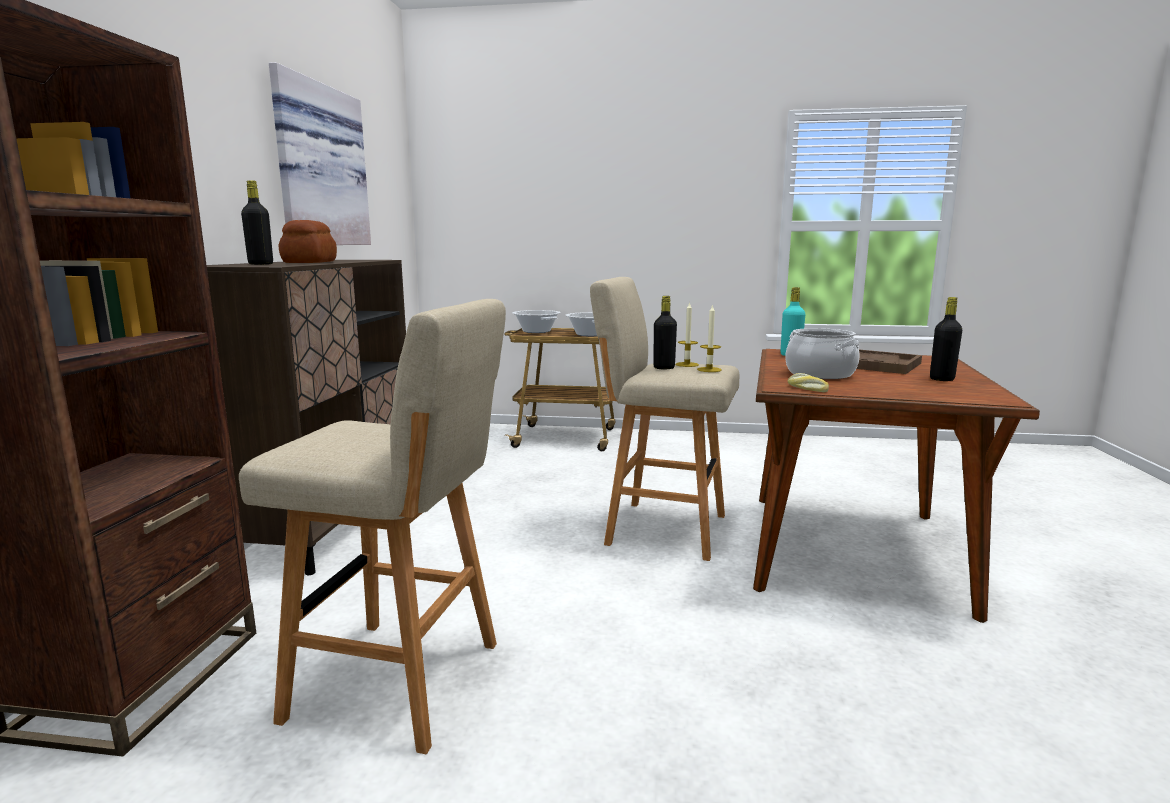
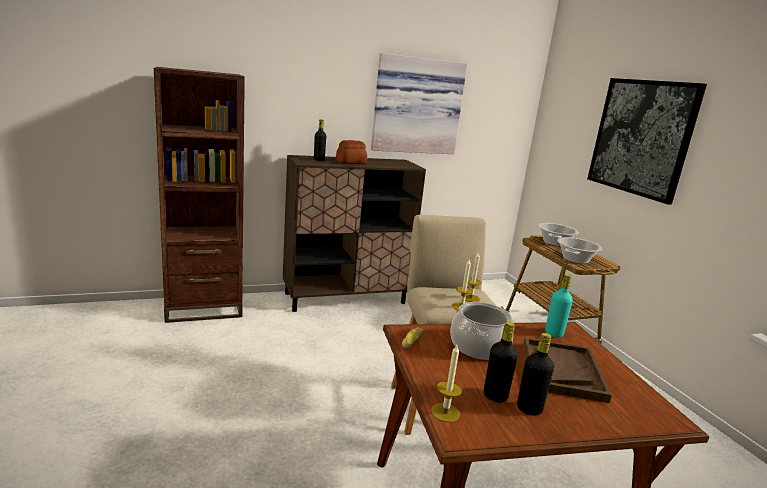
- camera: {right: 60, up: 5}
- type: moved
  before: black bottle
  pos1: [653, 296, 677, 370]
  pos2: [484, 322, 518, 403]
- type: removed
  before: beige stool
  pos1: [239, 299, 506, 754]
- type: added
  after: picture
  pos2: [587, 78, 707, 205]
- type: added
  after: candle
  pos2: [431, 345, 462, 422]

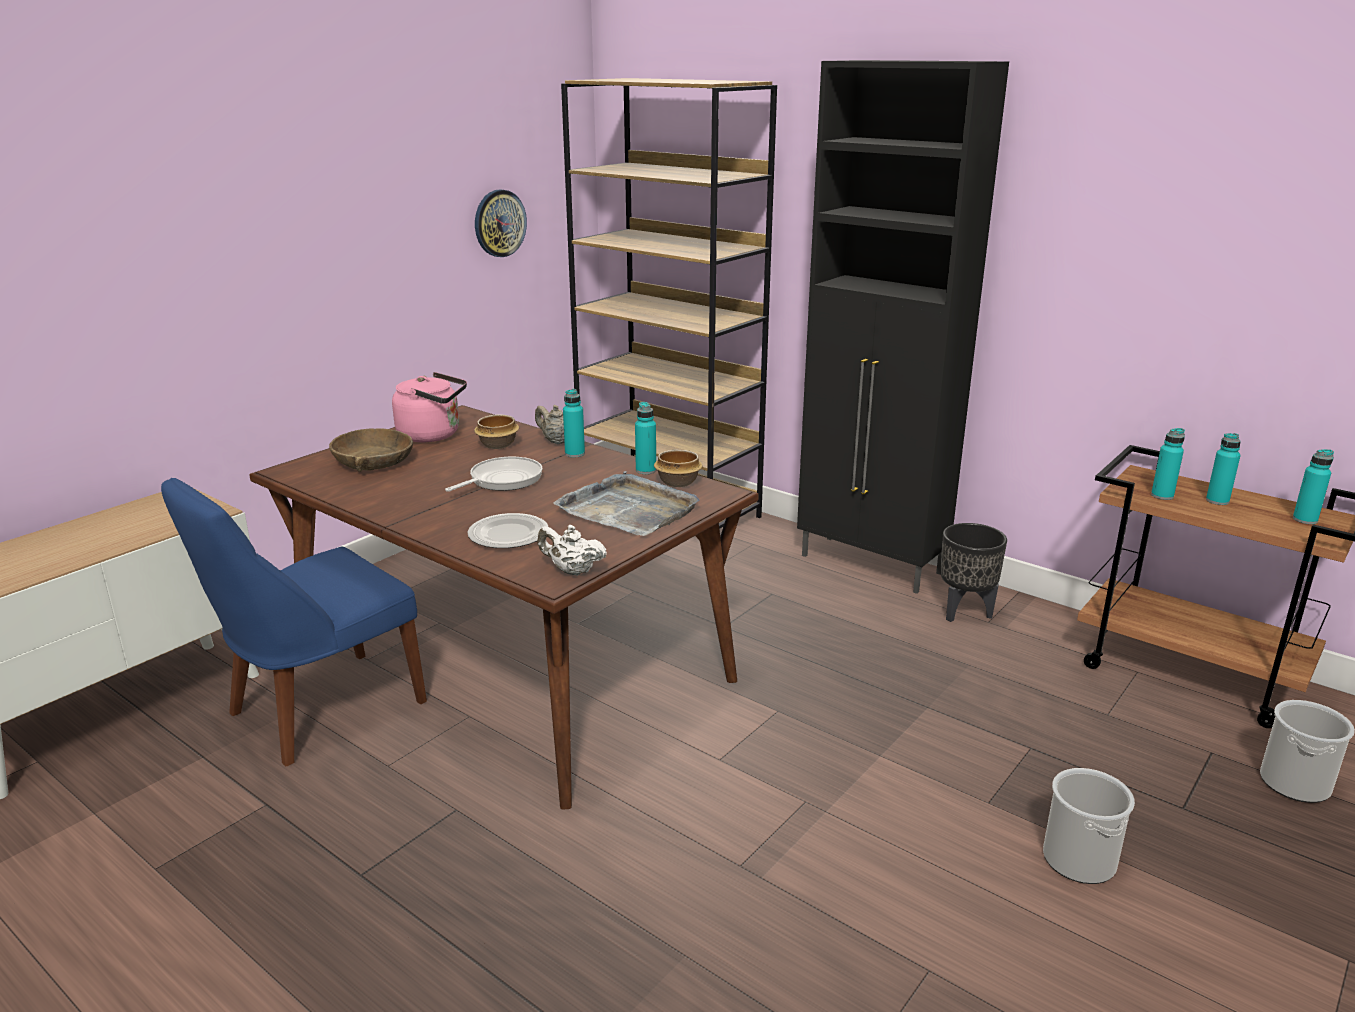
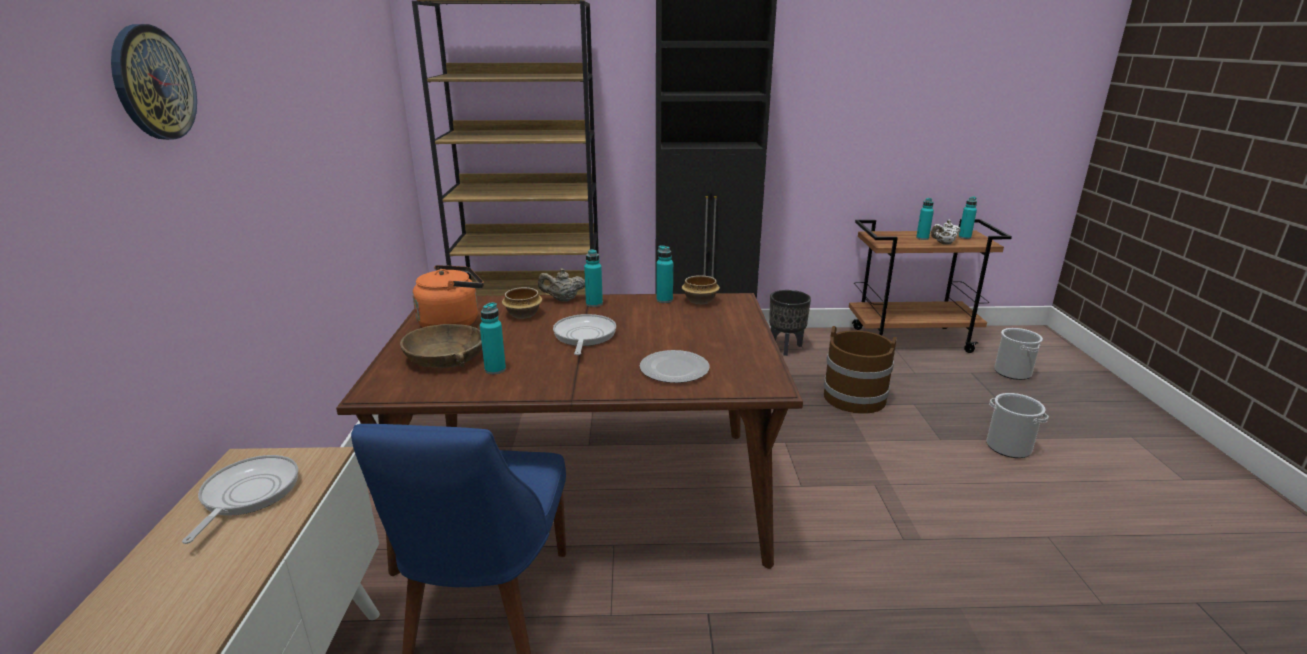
- camera: {right: -40, up: 0}
- type: moved
  before: wall clock
  pos1: [475, 189, 527, 257]
  pos2: [111, 24, 197, 140]
- type: recoloured
  before: pink kettle
  after: orange kettle
  pos1: [392, 372, 467, 442]
  pos2: [413, 265, 484, 328]
- type: moved
  before: turquoise bottle
  pos1: [1151, 428, 1185, 500]
  pos2: [480, 302, 506, 374]
- type: removed
  before: grey tray
  pos1: [554, 471, 700, 536]
- type: moved
  before: white teapot
  pos1: [537, 525, 607, 576]
  pos2: [931, 220, 960, 245]
- type: added
  after: brown bucket
  pos2: [824, 326, 897, 414]
- type: added
  after: frying pan
  pos2: [182, 455, 298, 544]

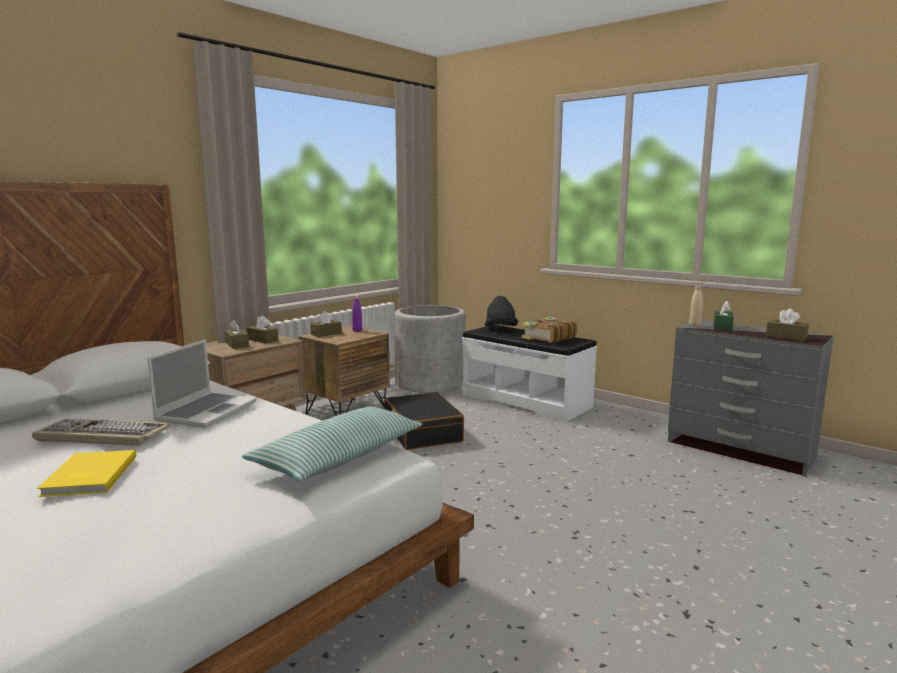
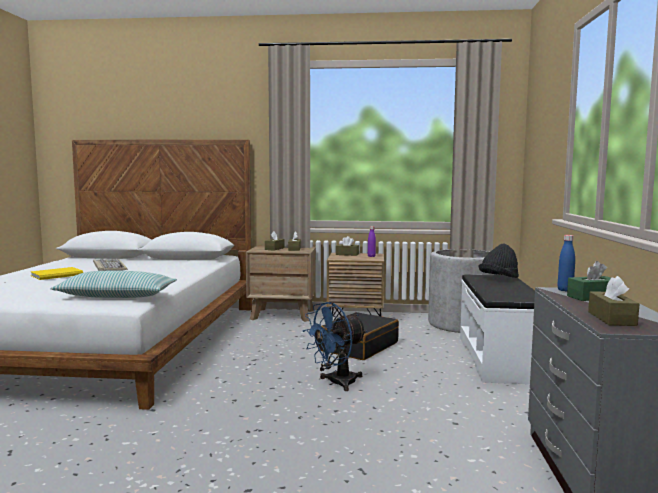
- camera: {right: 55, up: -5}
- type: recoloured
  before: beige bottle
  after: blue bottle
  pos1: [689, 284, 703, 327]
  pos2: [557, 235, 575, 292]
- type: removed
  before: book
  pos1: [522, 317, 577, 343]
- type: removed
  before: laptop
  pos1: [147, 339, 257, 428]
- type: added
  after: blue fan
  pos2: [303, 302, 367, 391]

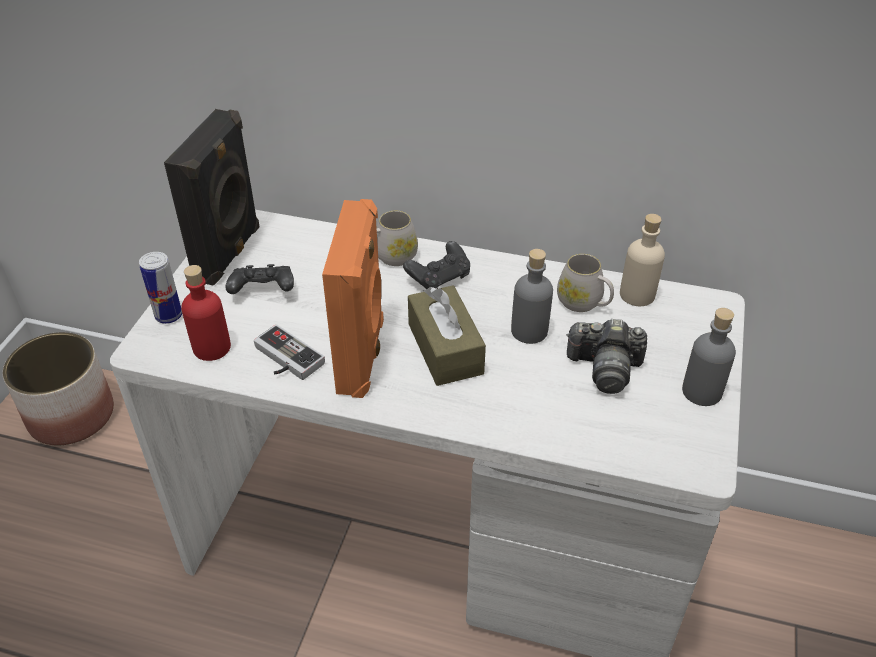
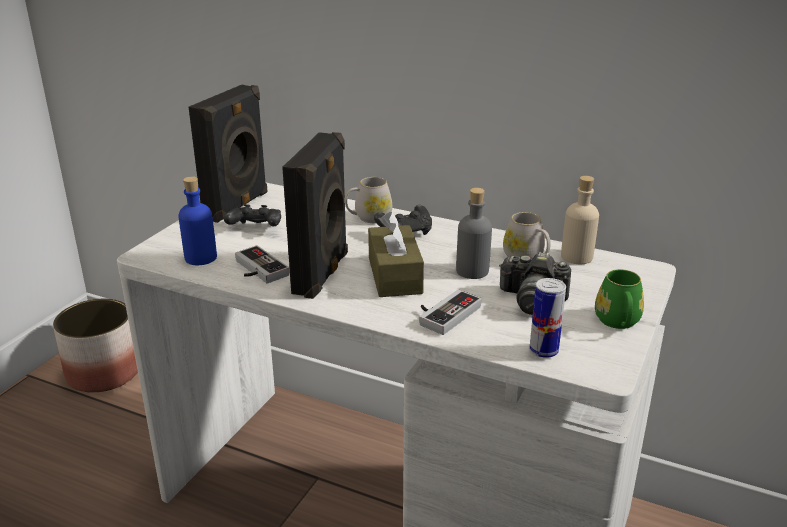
- camera: {right: 10, up: -15}
- type: recoloured
  before: orange speaker
  after: black speaker
  pos1: [322, 199, 384, 398]
  pos2: [282, 132, 348, 299]
- type: moved
  before: can
  pos1: [139, 252, 182, 324]
  pos2: [529, 278, 566, 358]
- type: recoloured
  before: red bottle
  after: blue bottle
  pos1: [181, 265, 231, 361]
  pos2: [178, 176, 217, 265]
- type: replaced
  before: grey bottle
  after: green mug
  pos1: [682, 308, 736, 406]
  pos2: [595, 269, 644, 329]
- type: added
  after: game controller
  pos2: [419, 289, 482, 335]

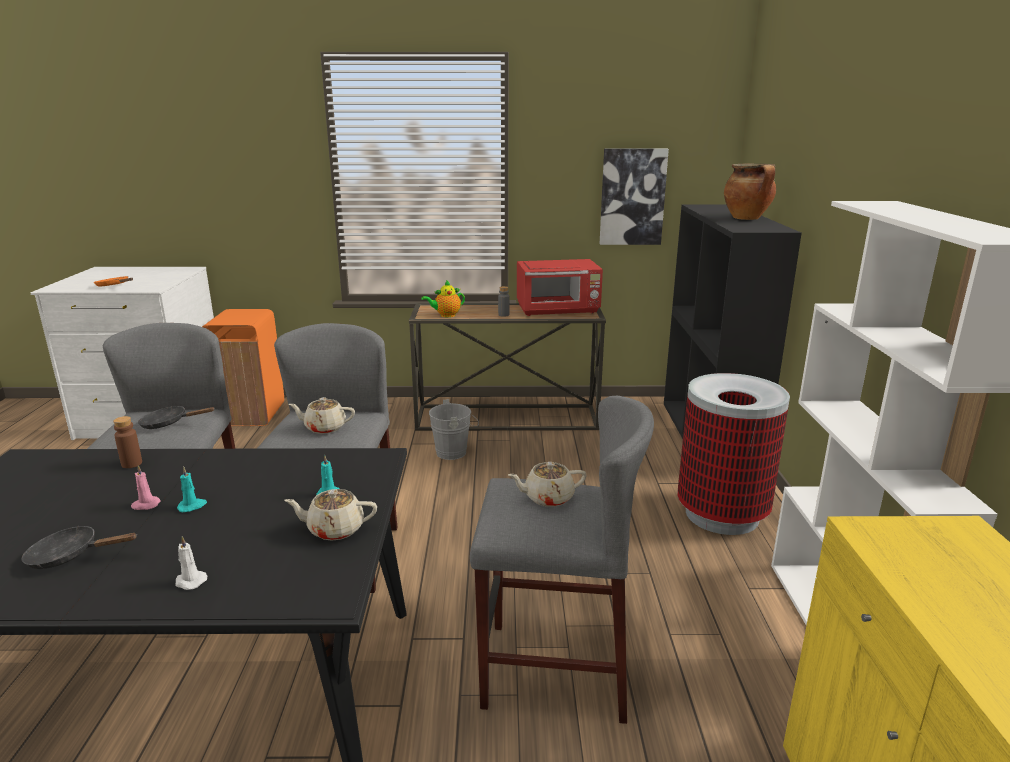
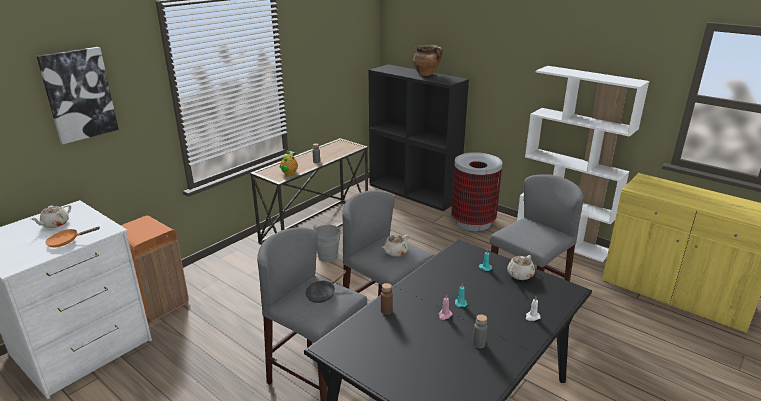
- camera: {right: -50, up: 5}
- type: moved
  before: picture
  pos1: [600, 149, 669, 245]
  pos2: [37, 47, 119, 144]
- type: removed
  before: red microwave
  pos1: [517, 259, 603, 316]
- type: moved
  before: beige teapot
  pos1: [508, 462, 587, 507]
  pos2: [31, 205, 71, 228]
- type: replaced
  before: black frying pan
  after: grey bottle
  pos1: [21, 526, 137, 569]
  pos2: [473, 314, 488, 348]

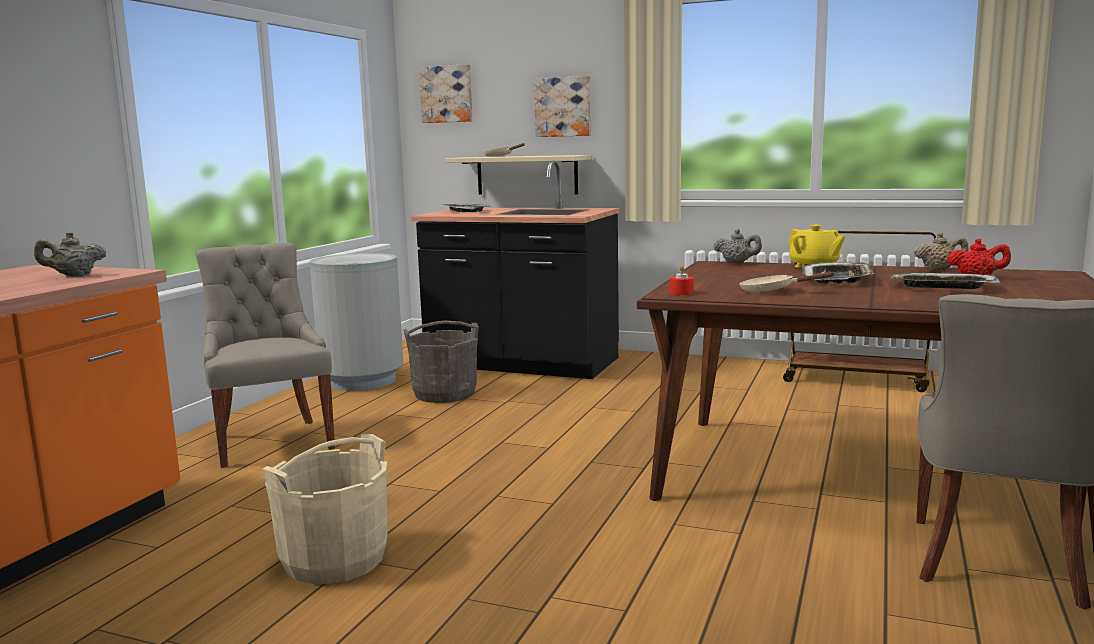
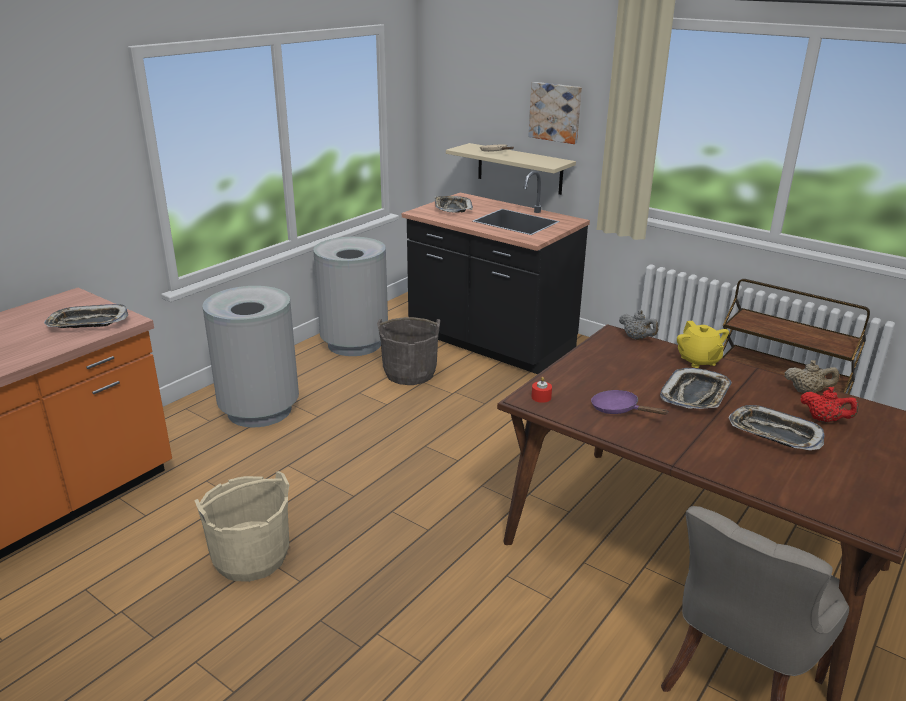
- camera: {right: 15, up: 15}
- type: removed
  before: picture
  pos1: [419, 64, 473, 123]
- type: replaced
  before: beige teapot
  after: tray
  pos1: [34, 232, 106, 277]
  pos2: [44, 304, 128, 328]
- type: replaced
  before: grey chair
  after: grey trash can
  pos1: [195, 243, 335, 468]
  pos2: [203, 286, 299, 427]
- type: recoloured
  before: beige frying pan
  after: purple frying pan
  pos1: [739, 272, 834, 292]
  pos2: [591, 390, 669, 415]

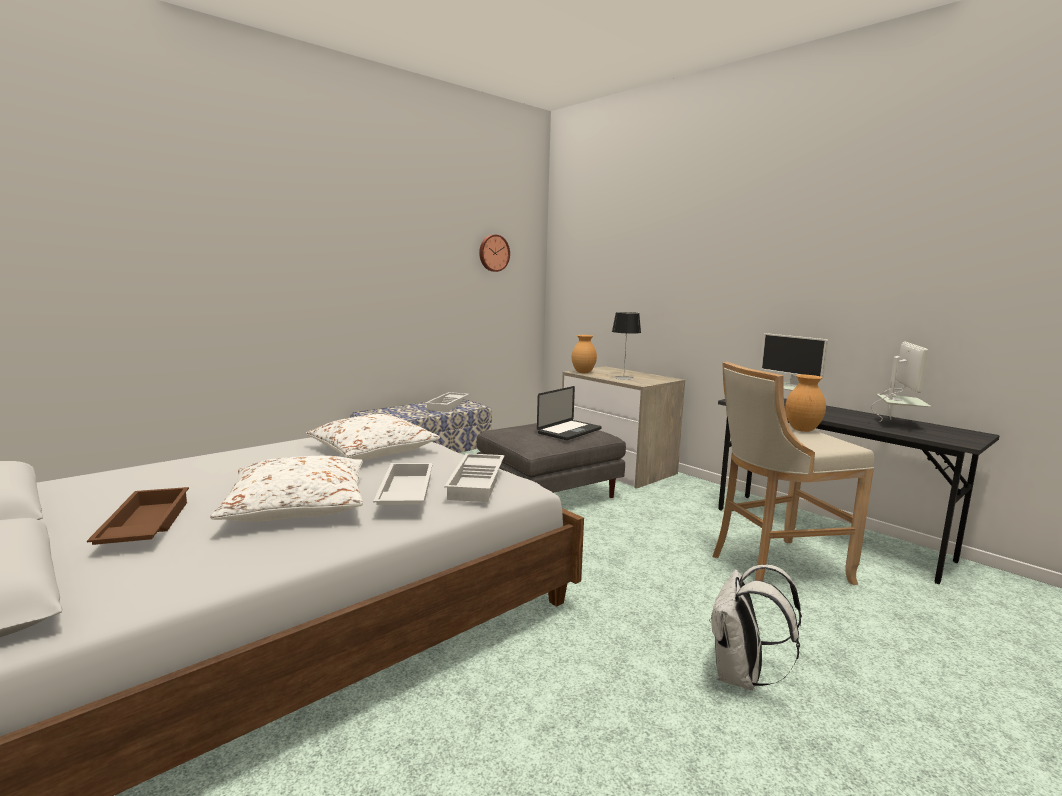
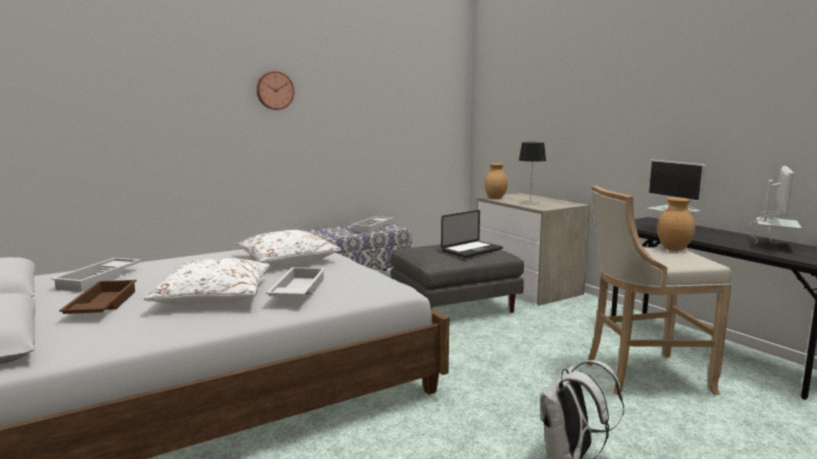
- camera: {right: 10, up: 0}
- type: moved
  before: wall clock
  pos1: [479, 235, 510, 272]
  pos2: [256, 71, 294, 110]
- type: moved
  before: white tray
  pos1: [444, 453, 504, 502]
  pos2: [51, 258, 141, 292]

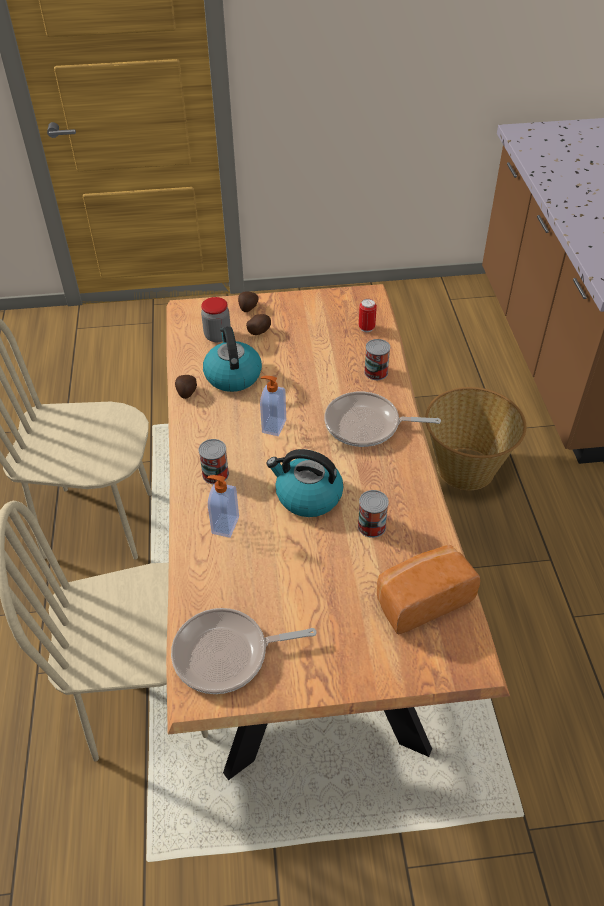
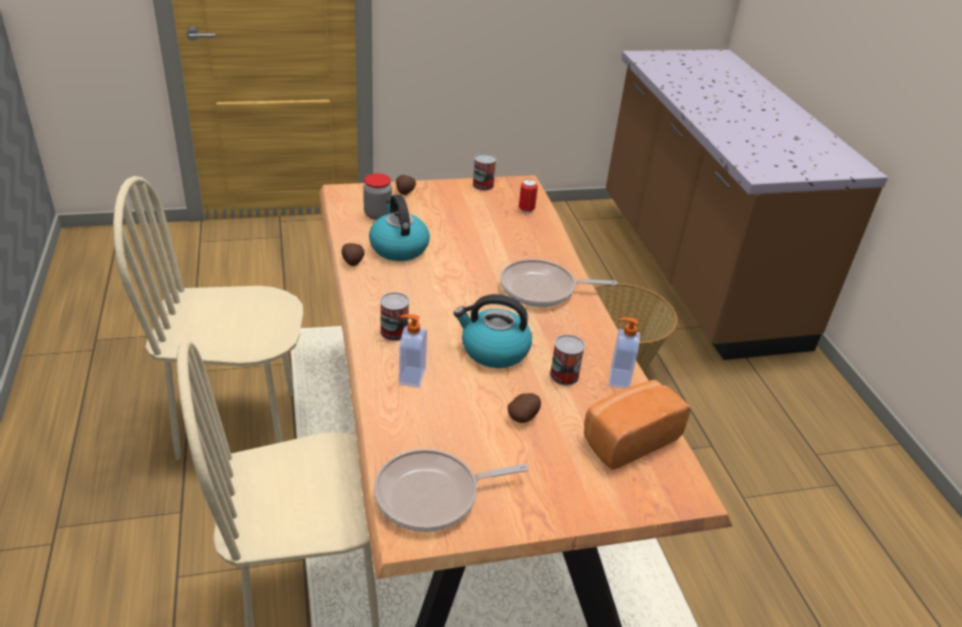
- camera: {right: -10, up: -10}
- type: moved
  before: potato
  pos1: [246, 314, 271, 335]
  pos2: [508, 393, 541, 423]
- type: moved
  before: can
  pos1: [364, 339, 390, 380]
  pos2: [473, 153, 496, 191]
- type: moved
  before: soap dispenser
  pos1: [260, 376, 286, 436]
  pos2: [609, 317, 640, 389]

